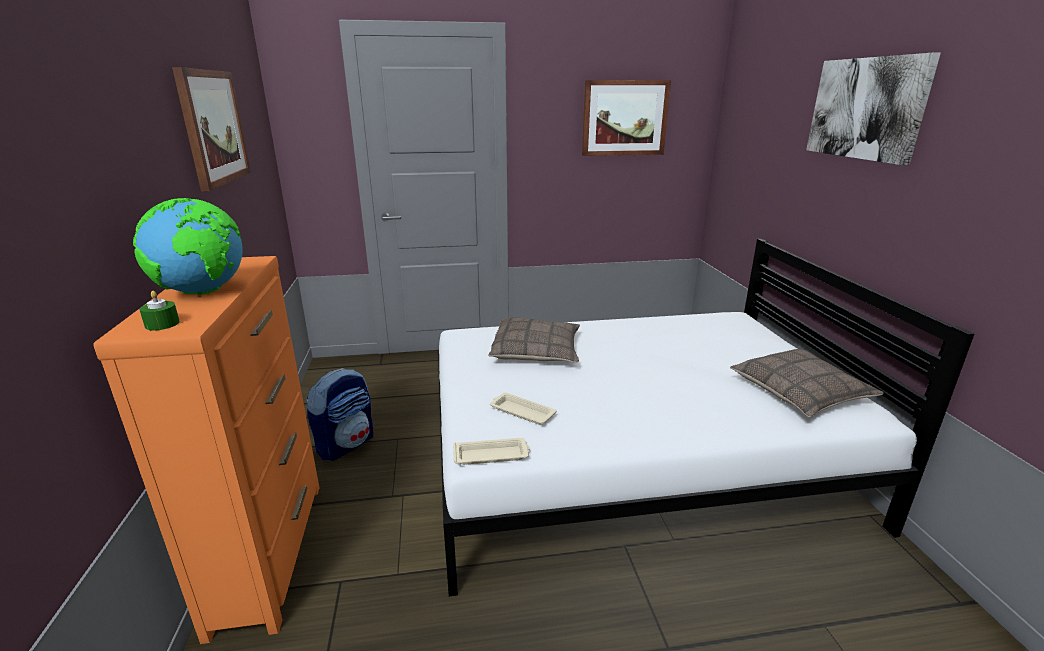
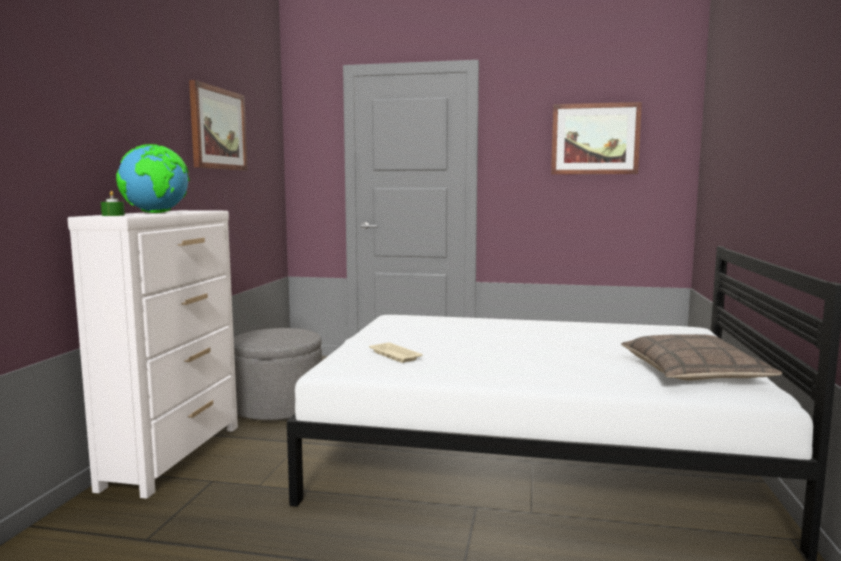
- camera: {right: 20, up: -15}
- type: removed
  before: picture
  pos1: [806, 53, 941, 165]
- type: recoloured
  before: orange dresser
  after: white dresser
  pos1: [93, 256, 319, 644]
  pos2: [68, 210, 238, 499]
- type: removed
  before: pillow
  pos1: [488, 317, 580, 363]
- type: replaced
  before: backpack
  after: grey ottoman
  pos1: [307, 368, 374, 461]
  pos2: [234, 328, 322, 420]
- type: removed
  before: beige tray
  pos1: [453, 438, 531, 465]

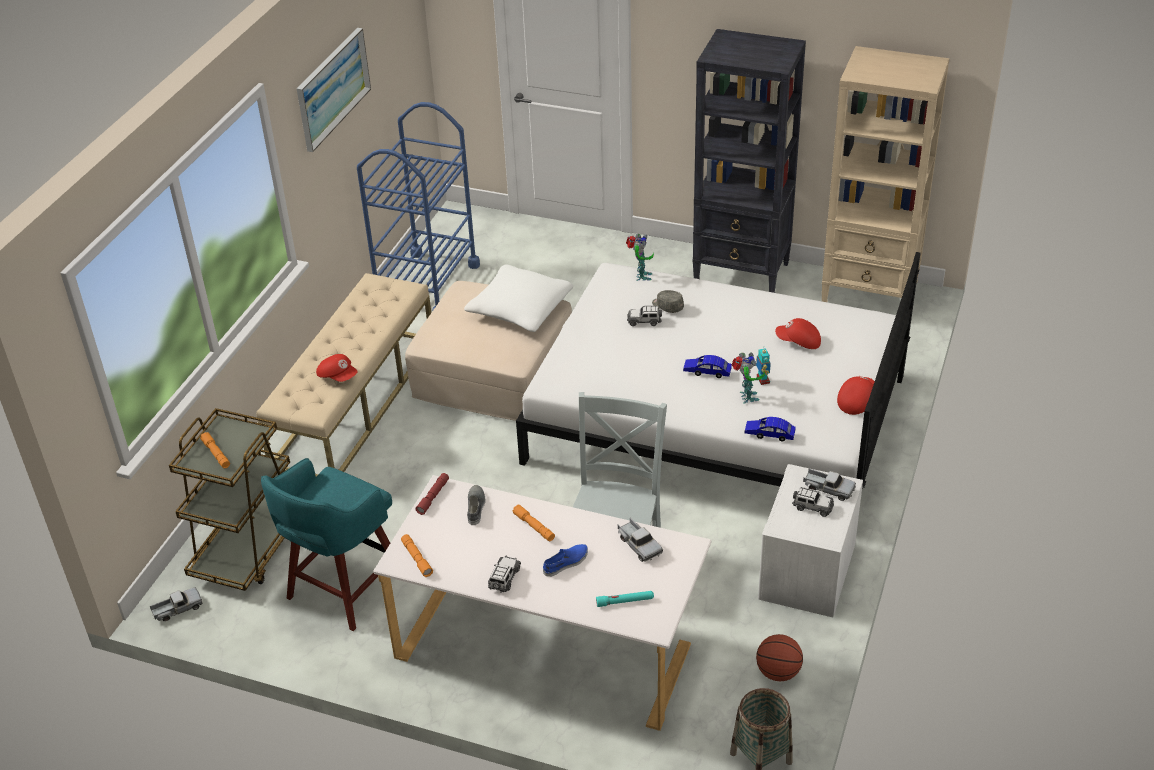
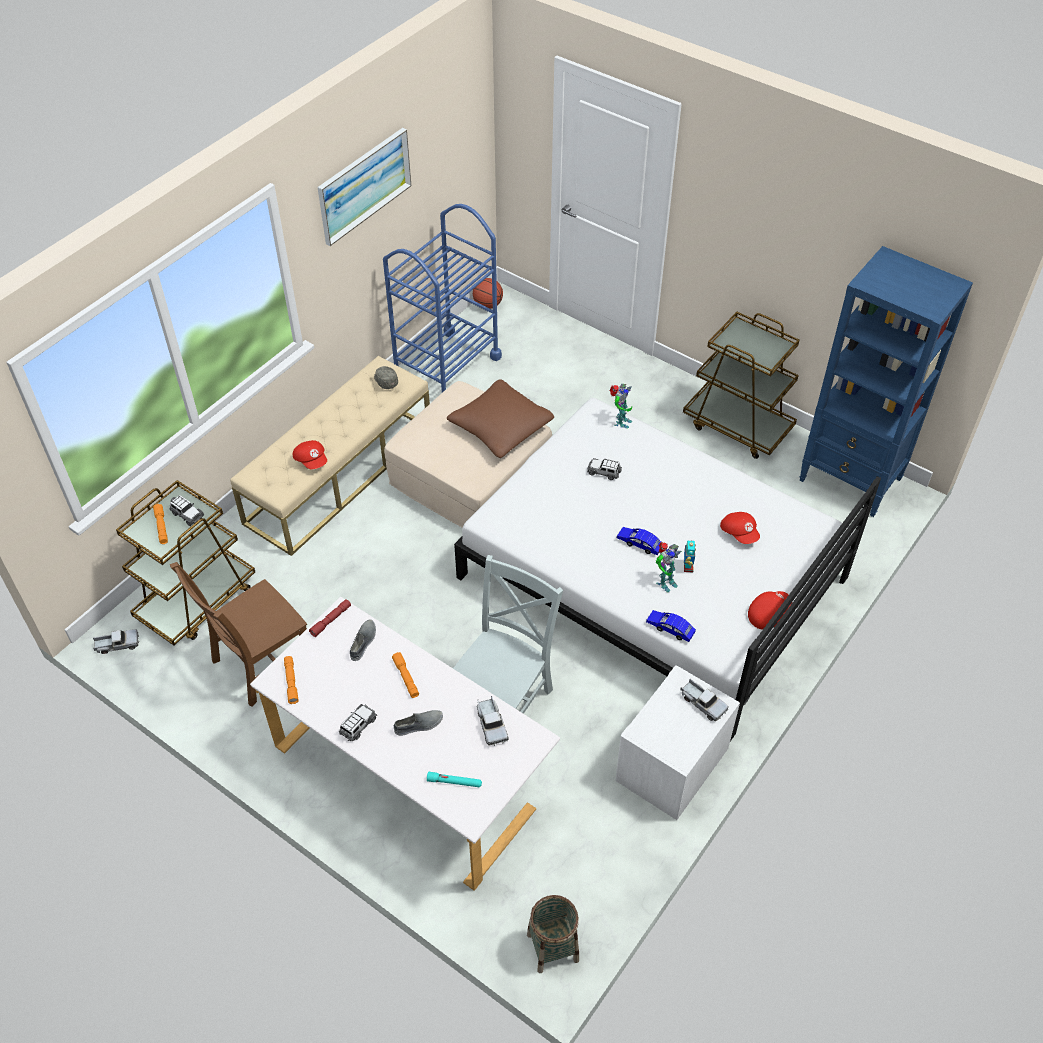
- camera: {right: 15, up: 10}
- type: replaced
  before: black bookcase
  after: brown cart
  pos1: [693, 29, 806, 293]
  pos2: [683, 312, 800, 459]
- type: recoloured
  before: beige bookcase
  after: blue bookcase
  pos1: [822, 46, 950, 302]
  pos2: [800, 246, 973, 517]
- type: recoloured
  before: white pillow
  after: brown pillow
  pos1: [464, 265, 573, 332]
  pos2: [447, 379, 554, 458]
- type: moved
  before: grey cap
  pos1: [652, 290, 684, 313]
  pos2: [374, 366, 398, 389]
- type: turned
  before: red cap
  pos1: [775, 318, 821, 349]
  pos2: [720, 512, 760, 544]
  turn: -150
- type: turned
  before: toy robot
  pos1: [732, 352, 765, 404]
  pos2: [656, 542, 682, 592]
  turn: 45
- type: replaced
  before: turquoise stool
  after: brown chair
  pos1: [261, 458, 392, 631]
  pos2: [170, 562, 307, 707]
- type: moved
  before: toy car
  pos1: [792, 487, 834, 517]
  pos2: [169, 495, 204, 526]
- type: recoloured
  before: blue shoe
  after: grey shoe
  pos1: [543, 544, 588, 577]
  pos2: [394, 710, 443, 736]
- type: moved
  before: basketball
  pos1: [756, 634, 803, 681]
  pos2: [473, 278, 503, 309]

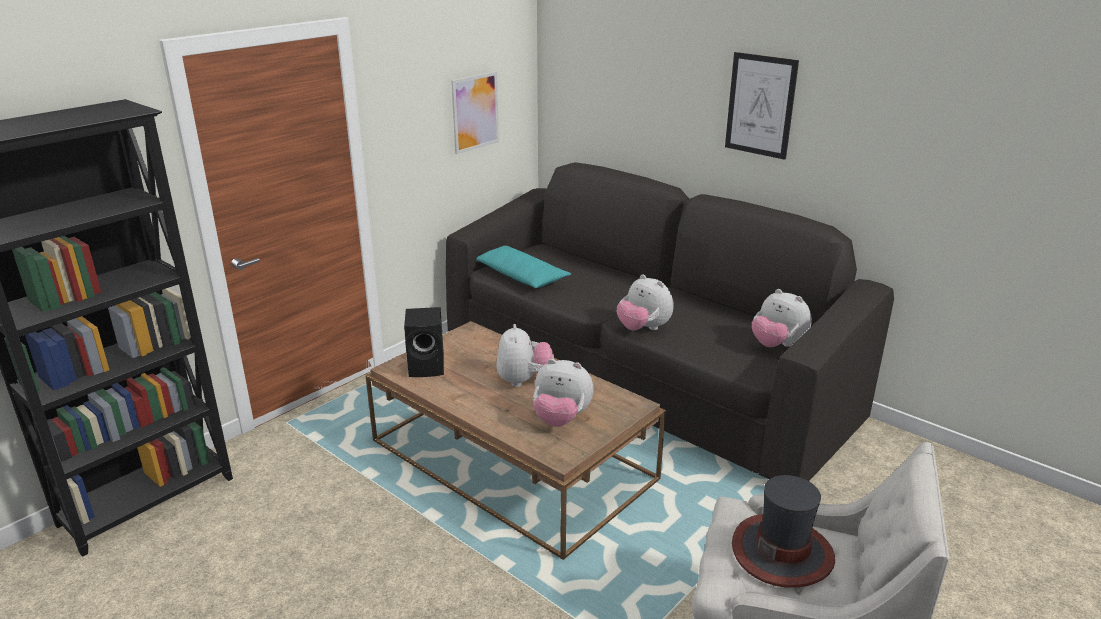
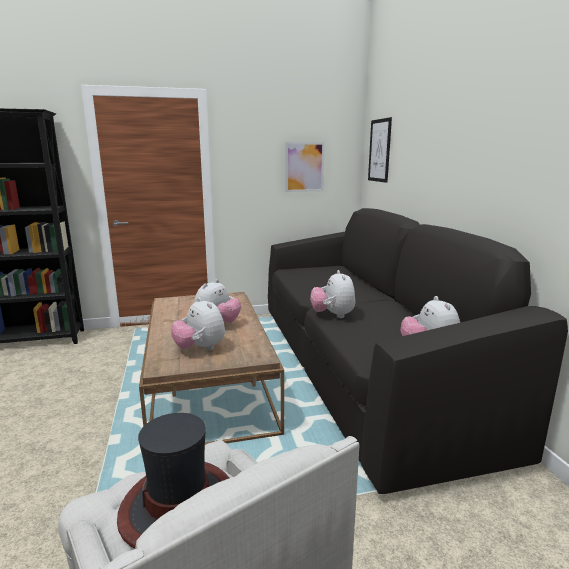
- camera: {right: 35, up: -10}
- type: moved
  before: picture
  pos1: [725, 52, 799, 160]
  pos2: [368, 117, 392, 183]
- type: removed
  before: turquoise pillow
  pos1: [476, 246, 571, 288]
- type: removed
  before: black speaker
  pos1: [404, 307, 444, 377]

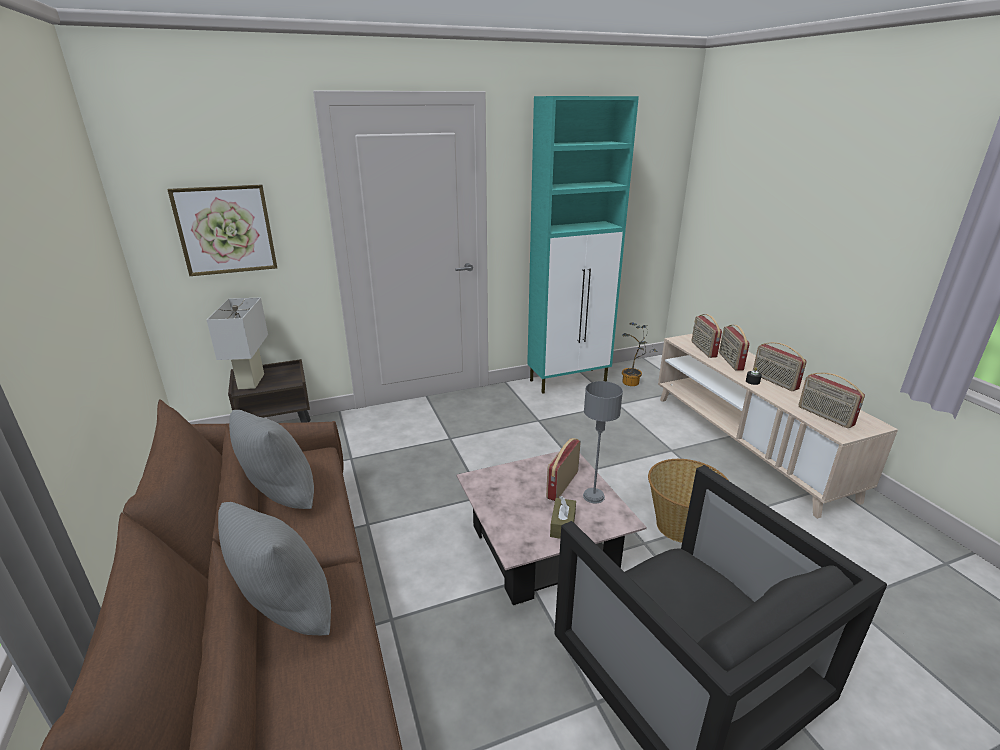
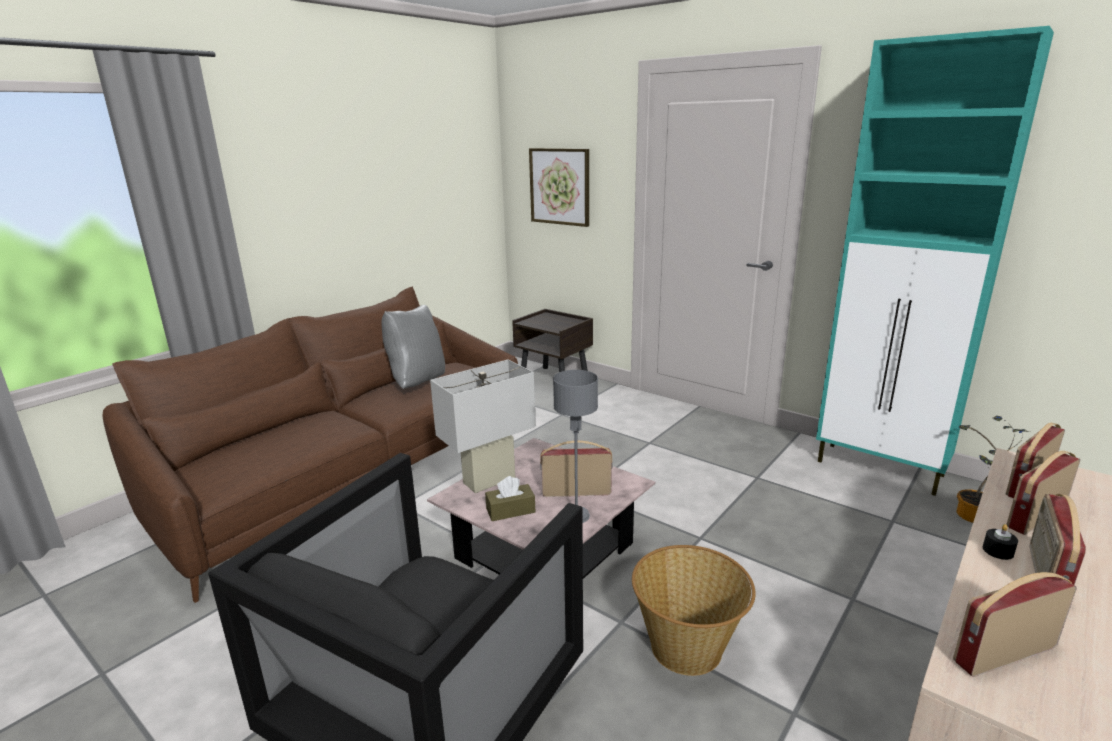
- camera: {right: 60, up: -5}
- type: moved
  before: white table lamp
  pos1: [207, 298, 268, 389]
  pos2: [430, 359, 536, 493]
- type: turned
  before: radio
  pos1: [799, 373, 865, 428]
  pos2: [953, 572, 1077, 677]
  turn: 45
- type: removed
  before: grey pillow
  pos1: [218, 502, 331, 635]

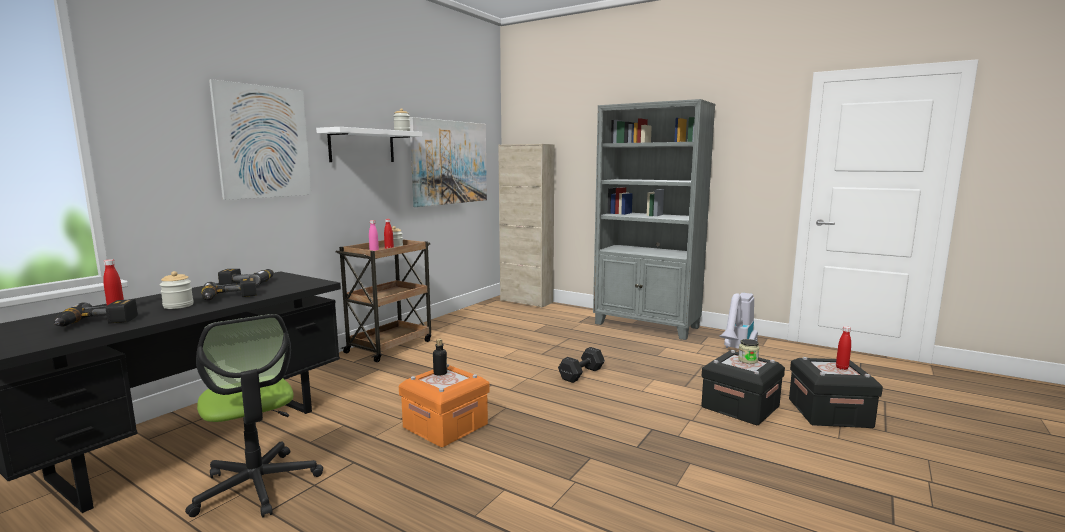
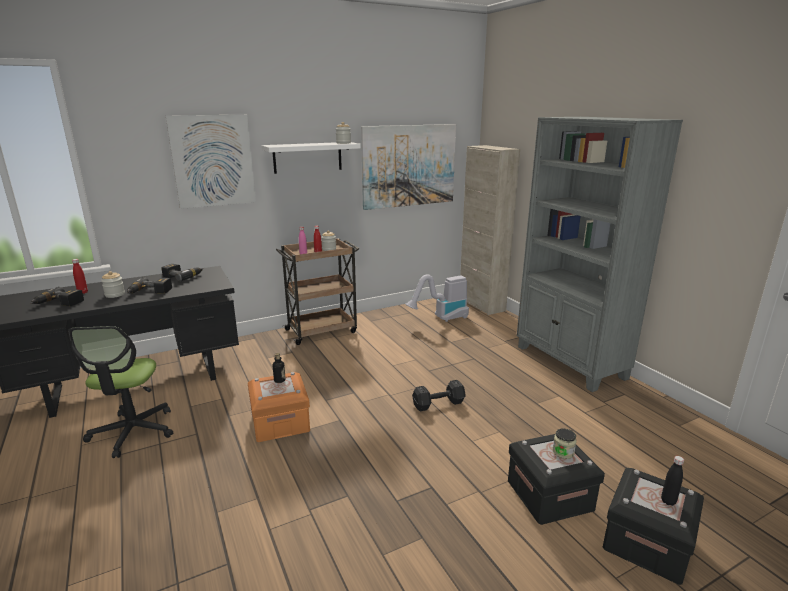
- camera: {right: 30, up: 10}
- type: moved
  before: vacuum cleaner
  pos1: [719, 293, 758, 349]
  pos2: [405, 274, 469, 322]
- type: recoloured
  before: red bottle
  after: black bottle
  pos1: [836, 326, 851, 370]
  pos2: [661, 456, 684, 506]

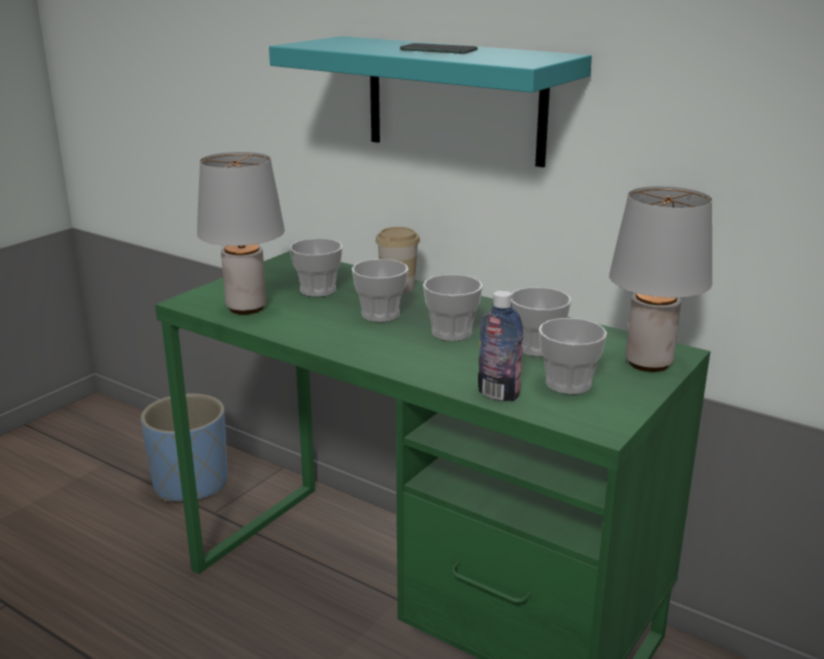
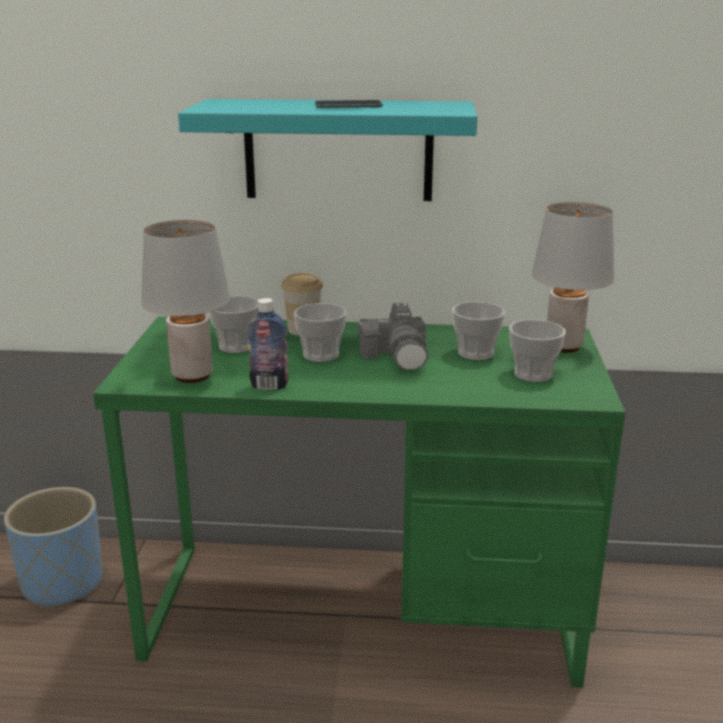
- camera: {right: -30, up: 0}
- type: replaced
  before: cup
  after: photo camera
  pos1: [423, 274, 483, 341]
  pos2: [358, 303, 428, 371]
- type: moved
  before: bottle
  pos1: [478, 290, 523, 401]
  pos2: [247, 298, 289, 390]

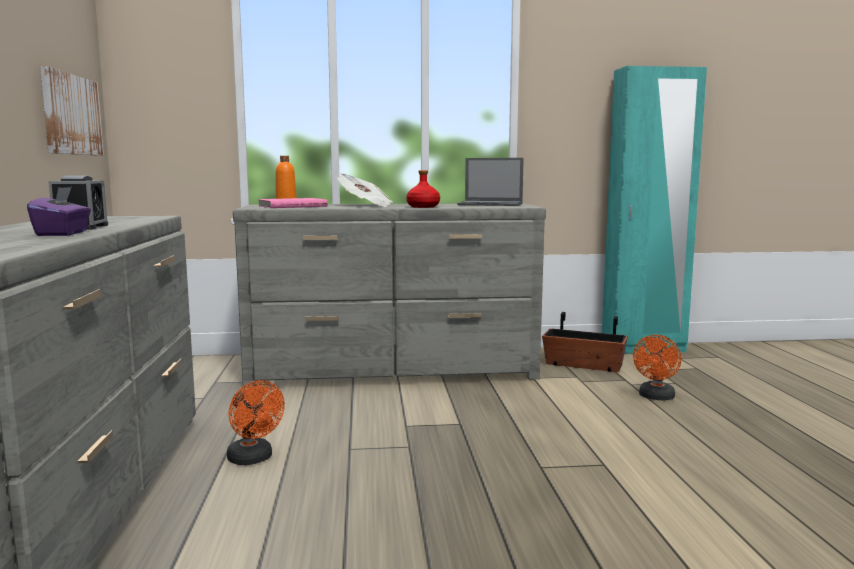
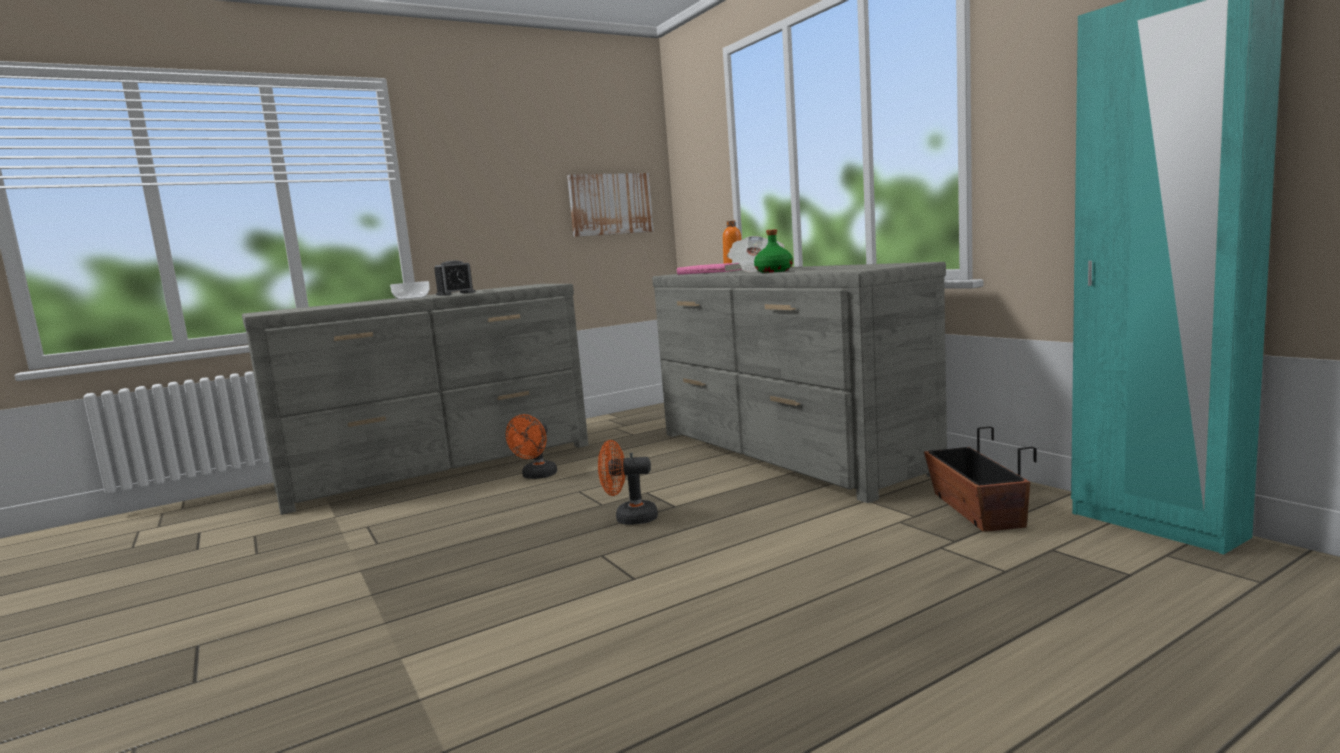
- camera: {right: 65, up: 0}
- type: removed
  before: laptop
  pos1: [457, 158, 524, 206]
- type: recoloured
  before: red bottle
  after: green bottle
  pos1: [406, 170, 440, 208]
  pos2: [754, 229, 793, 273]
- type: replaced
  before: purple tissue box
  after: bowl
  pos1: [27, 187, 91, 236]
  pos2: [390, 281, 430, 300]
- type: moved
  before: orange fan
  pos1: [633, 335, 681, 401]
  pos2: [598, 440, 658, 525]

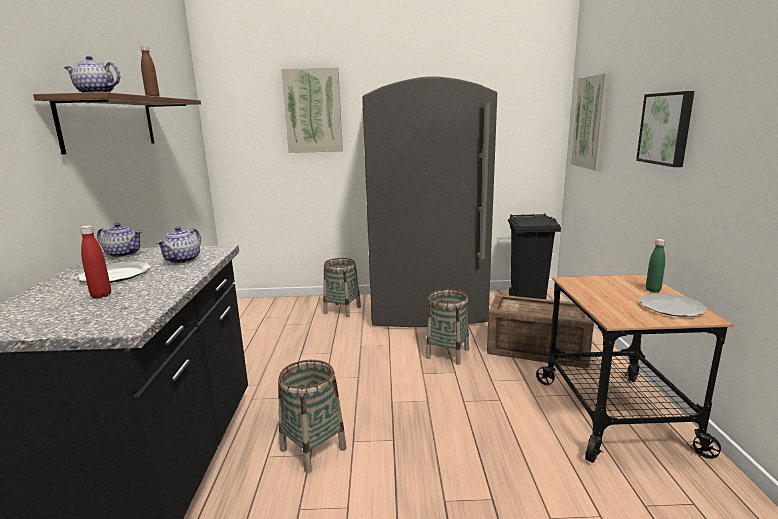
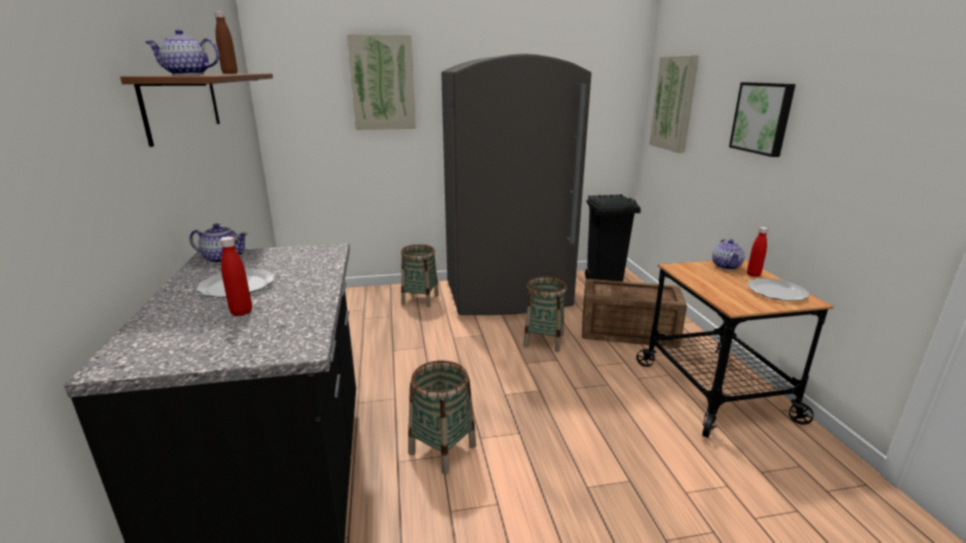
- camera: {right: -10, up: 5}
- type: moved
  before: teapot
  pos1: [156, 227, 201, 264]
  pos2: [712, 239, 745, 270]
- type: recoloured
  before: green bottle
  after: red bottle
  pos1: [646, 239, 665, 292]
  pos2: [747, 227, 768, 277]

